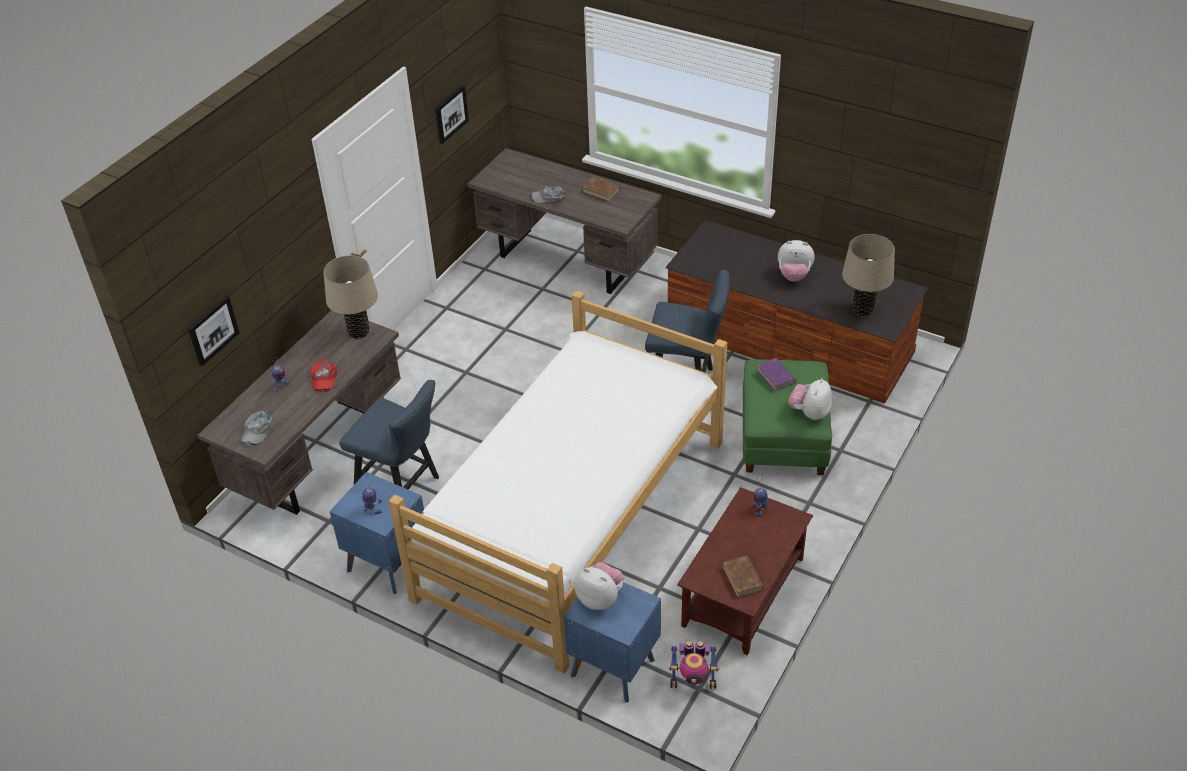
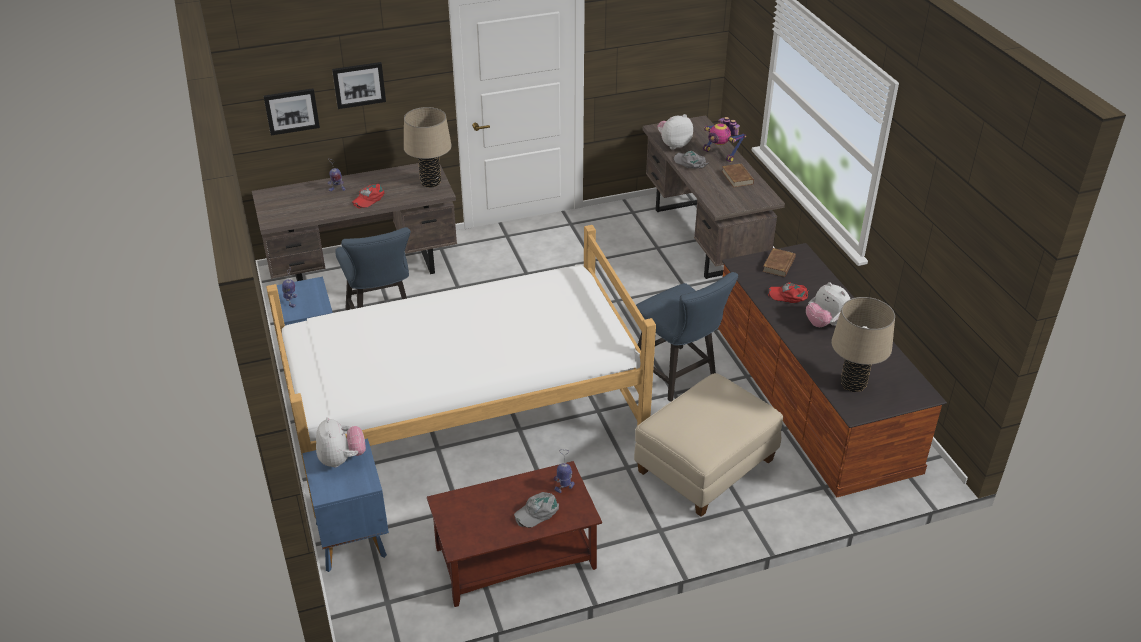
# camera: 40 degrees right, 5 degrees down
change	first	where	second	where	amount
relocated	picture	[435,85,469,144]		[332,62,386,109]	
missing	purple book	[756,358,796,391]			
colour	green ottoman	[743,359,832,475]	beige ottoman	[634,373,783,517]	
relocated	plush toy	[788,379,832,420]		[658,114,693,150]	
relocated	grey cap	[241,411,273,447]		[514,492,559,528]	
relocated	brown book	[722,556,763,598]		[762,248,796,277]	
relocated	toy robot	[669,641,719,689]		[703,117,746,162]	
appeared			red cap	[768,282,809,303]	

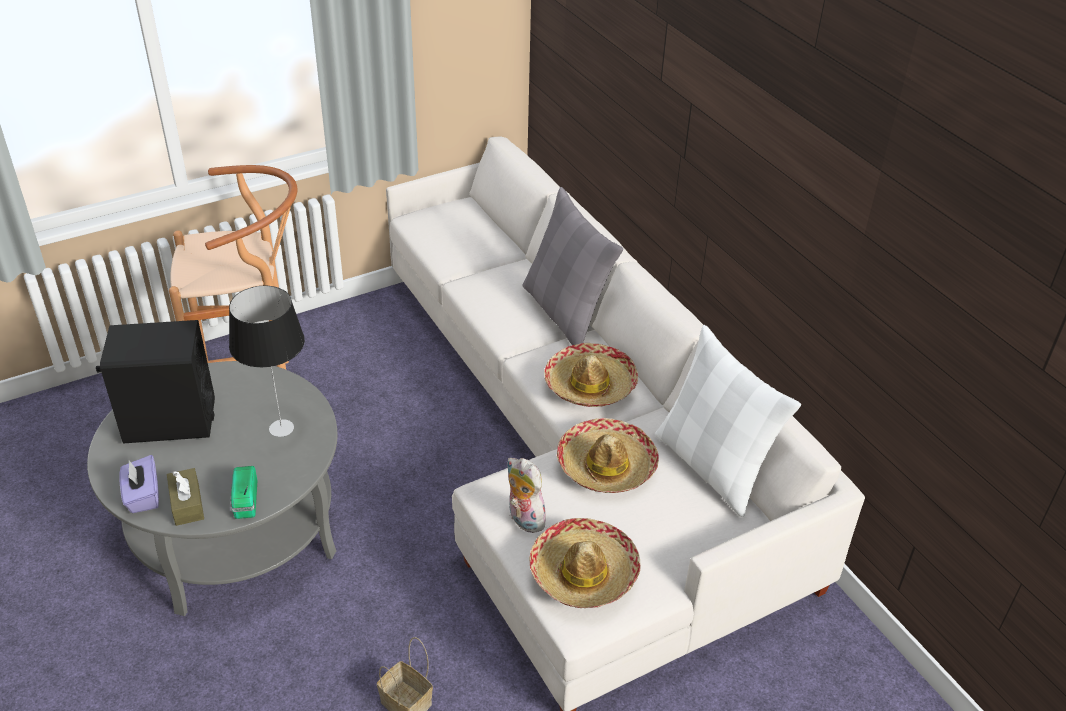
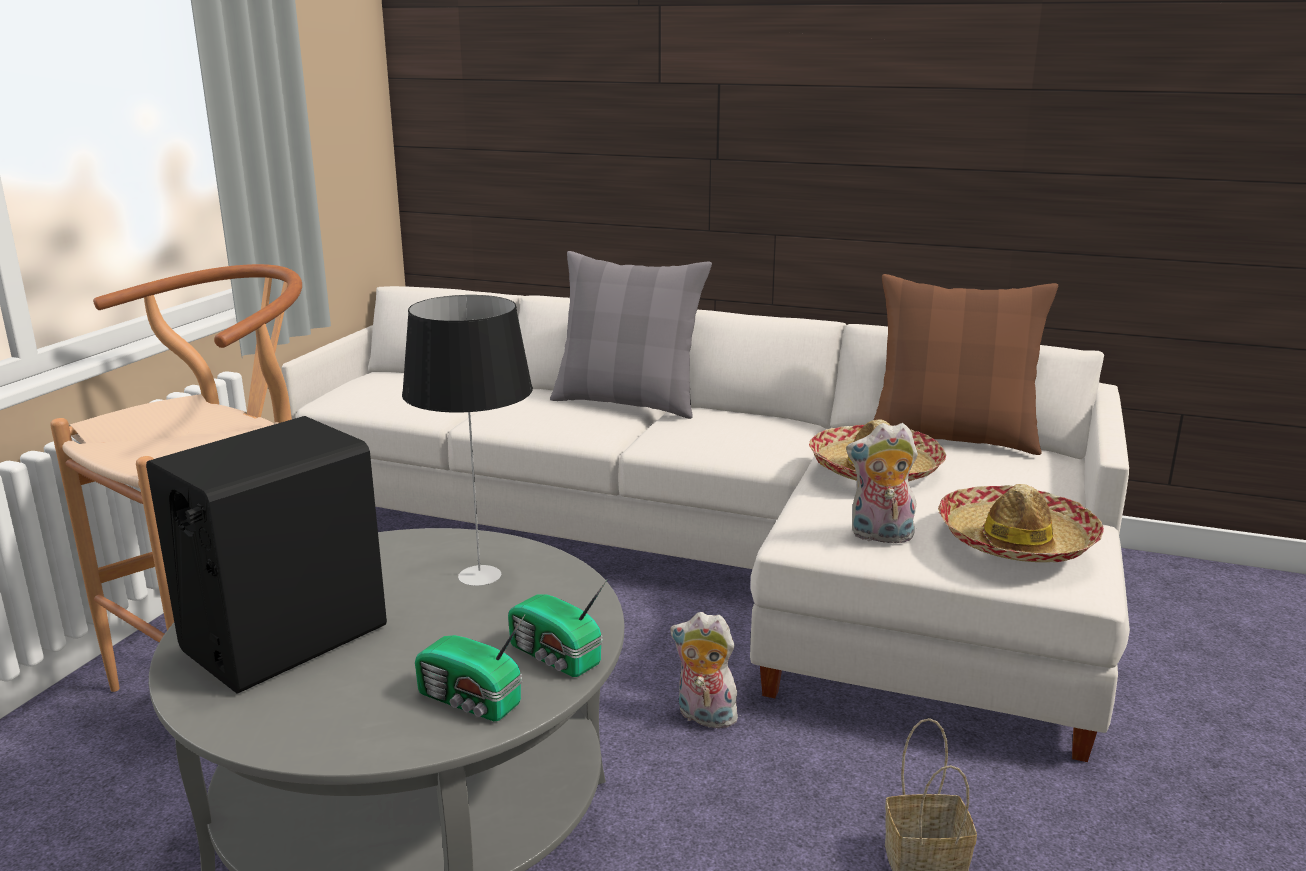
# camera: 40 degrees left, 20 degrees down
change	first	where	second	where	amount
colour	white pillow	[655,325,801,517]	brown pillow	[874,274,1058,455]	
missing	hat	[544,343,638,407]			
missing	purple tissue box	[120,455,159,513]			
exchanged	brown tissue box	[167,468,204,526]	radio	[415,614,526,721]	
appeared			plush toy	[671,612,742,731]	

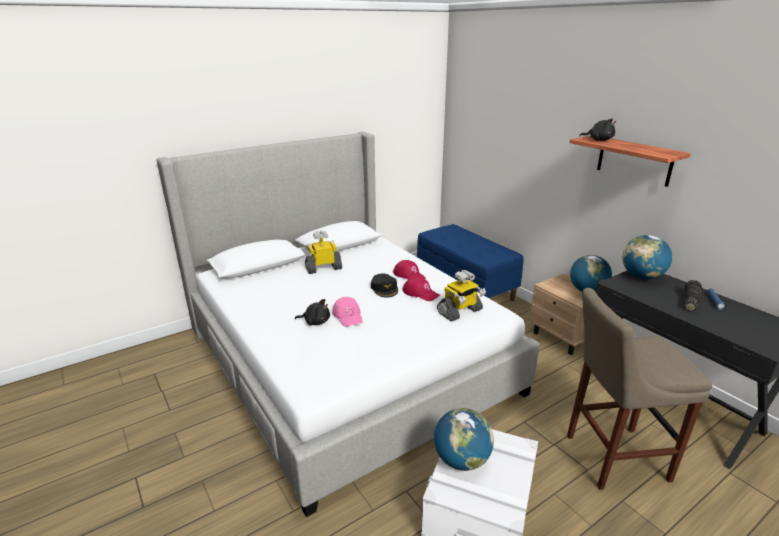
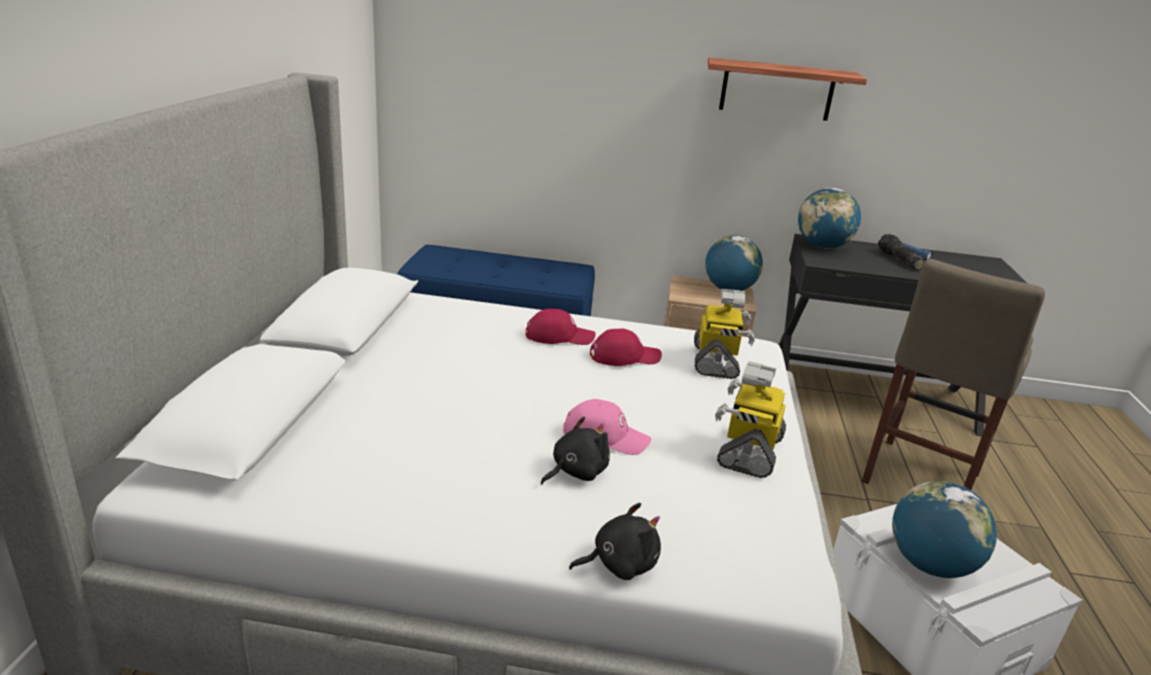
# camera: 50 degrees left, 0 degrees up
change	first	where	second	where	amount
relocated	black plush toy	[579,119,616,141]		[569,503,661,580]	
relocated	toy robot	[305,230,342,274]		[715,361,786,478]	
missing	black cap	[371,274,398,298]			

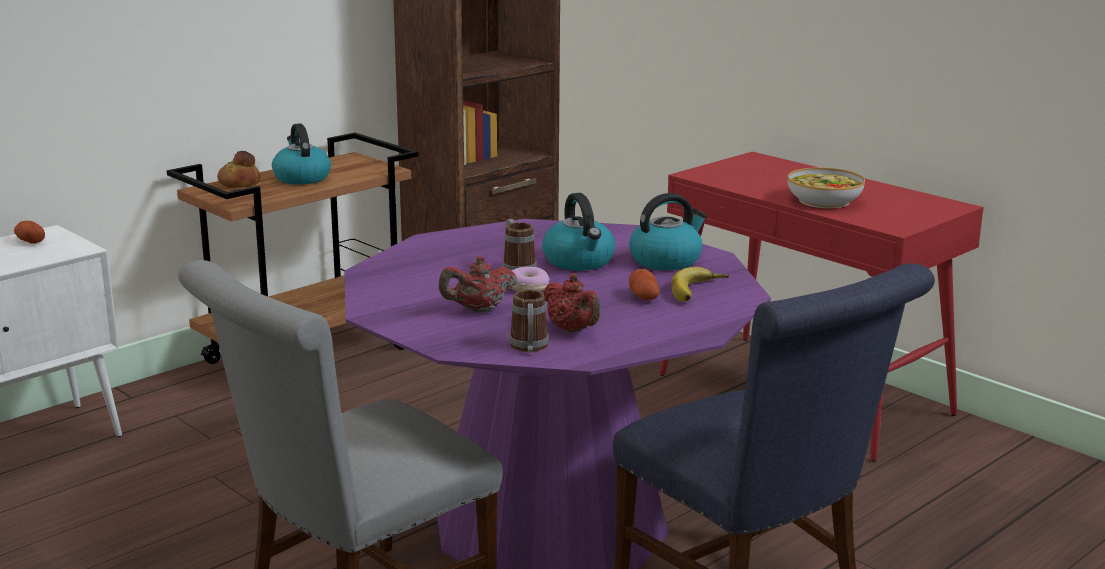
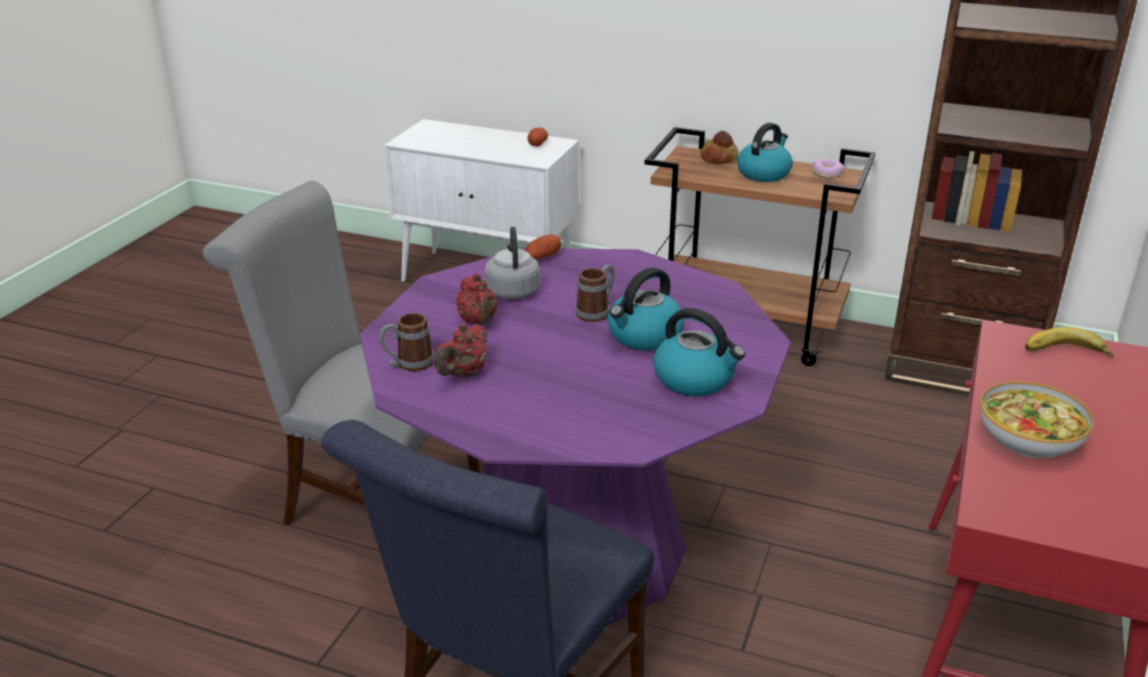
# camera: 65 degrees right, 10 degrees up
change	first	where	second	where	amount
spun	red teapot	[439,256,517,313]		[456,273,498,324]	150 degrees counterclockwise
relocated	donut	[510,267,550,292]		[812,159,844,179]	
relocated	banana	[671,267,729,302]		[1025,327,1114,358]	
relocated	potato	[629,269,660,300]		[524,234,561,259]	
appeared			grey kettle	[485,227,540,299]	

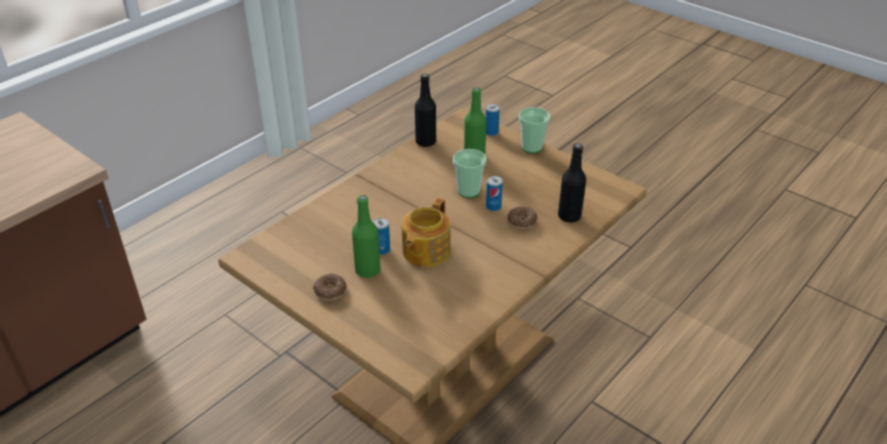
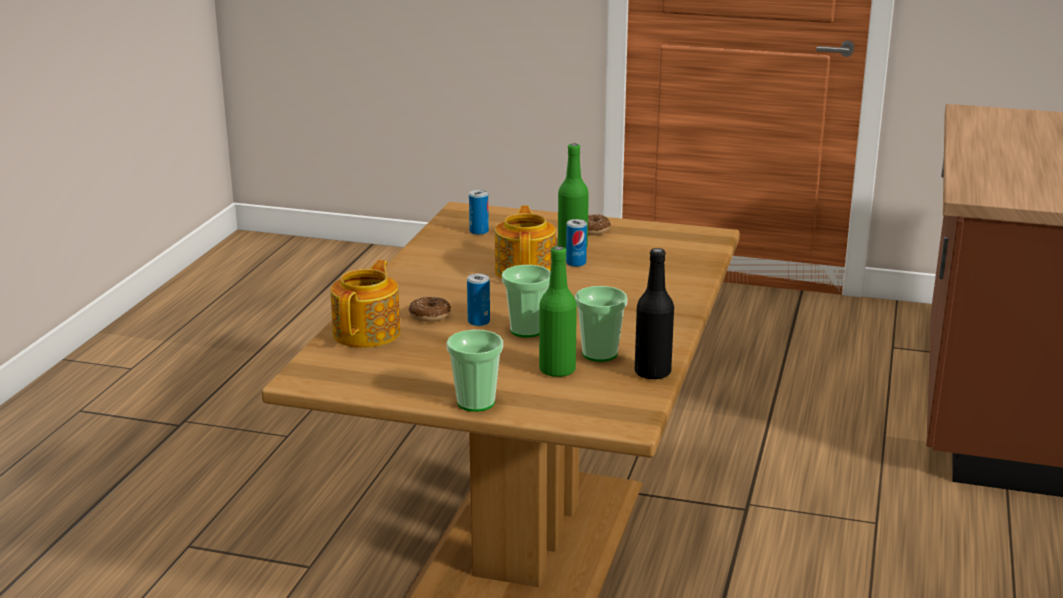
# camera: 155 degrees right, 15 degrees down
change	first	where	second	where	amount
relocated	can	[485,104,500,136]		[469,190,489,235]	
exchanged	black bottle	[558,143,586,222]	teapot	[331,260,400,348]	
appeared			cup	[575,286,628,362]	

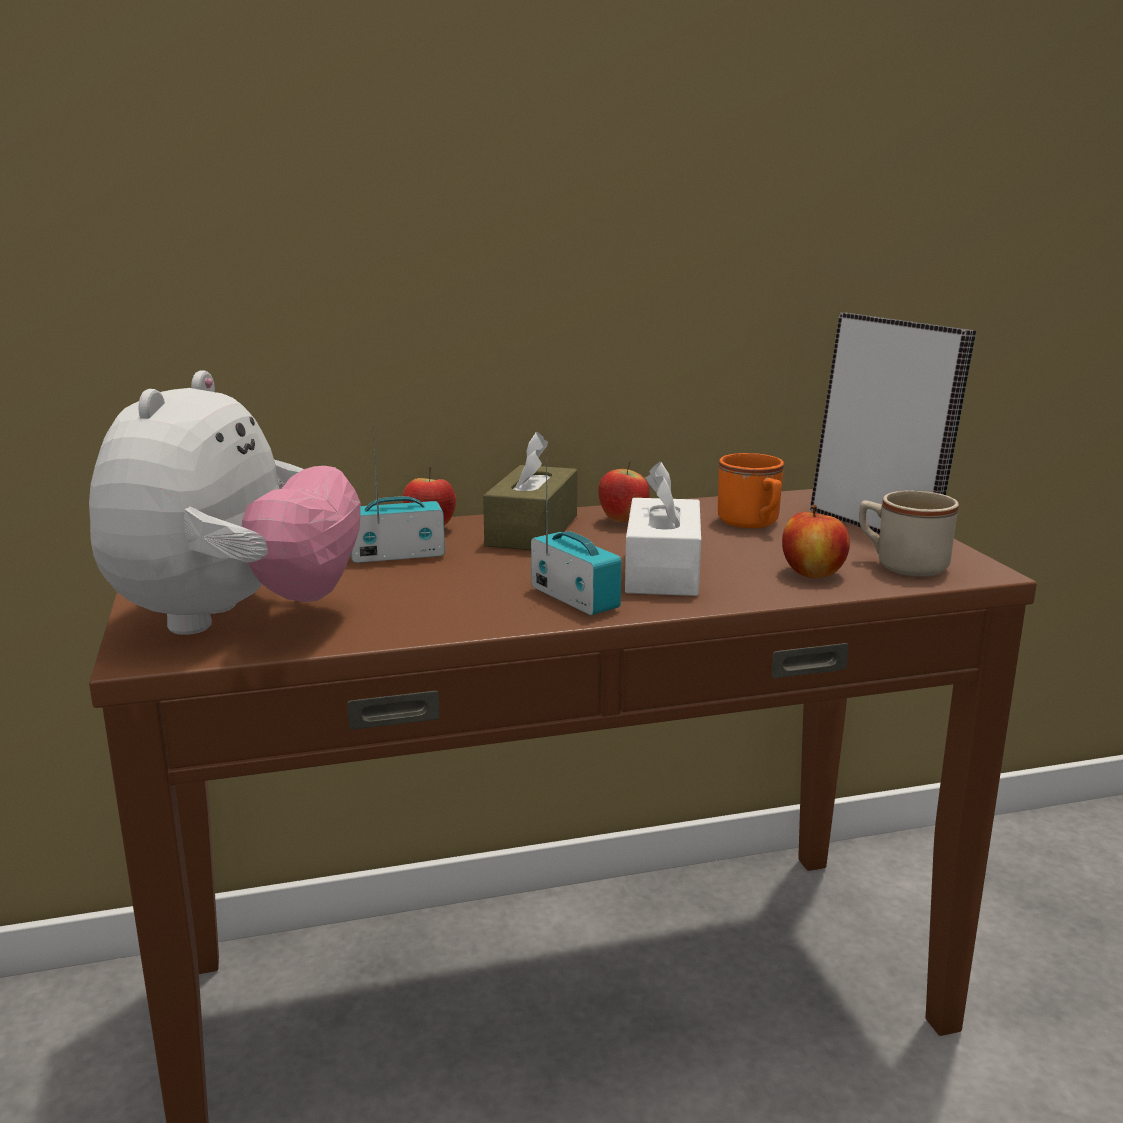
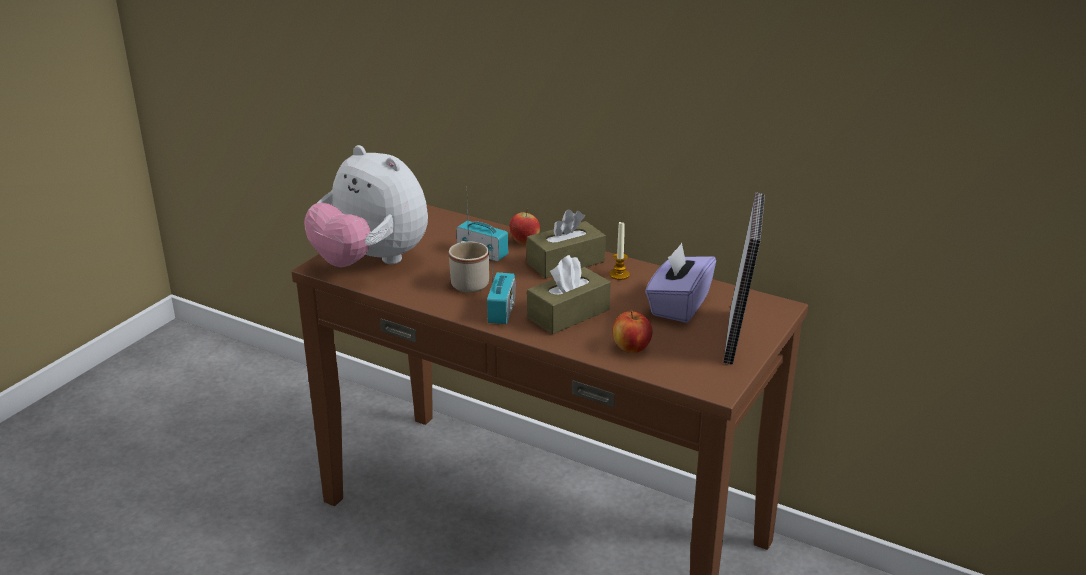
# camera: 45 degrees right, 10 degrees up
change	first	where	second	where	amount
spun	plush toy	[89,371,361,635]		[304,145,428,267]	75 degrees clockwise
exchanged	orange mug	[718,453,784,528]	purple tissue box	[645,243,716,323]	
exchanged	apple	[598,461,649,522]	candle	[610,221,630,280]	
colour	white tissue box	[625,462,701,596]	brown tissue box	[527,255,611,334]	
relocated	beige mug	[859,490,959,577]		[449,241,489,293]	

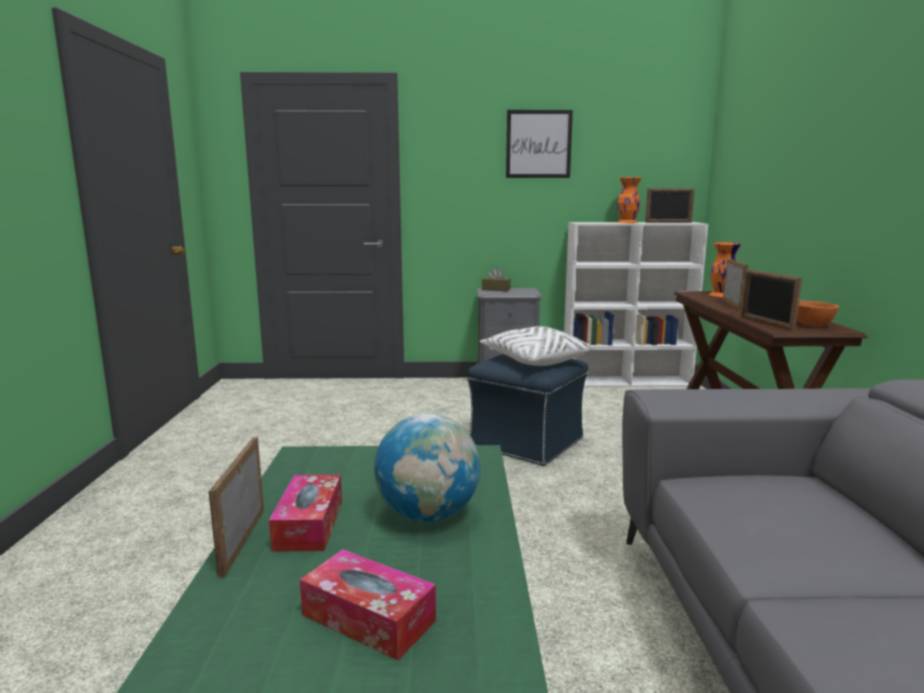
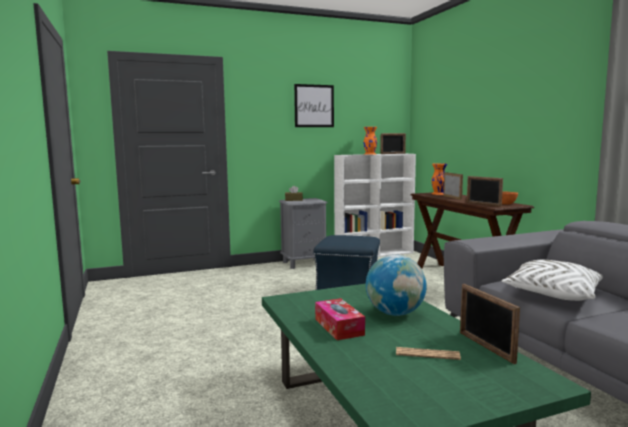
# camera: 20 degrees left, 5 degrees down
change	first	where	second	where	amount
relocated	white pillow	[480,326,593,366]		[502,260,603,301]	
relocated	picture frame	[209,437,264,577]		[460,284,520,364]	
exchanged	tissue box	[300,549,436,660]	newspaper	[396,347,461,360]	

